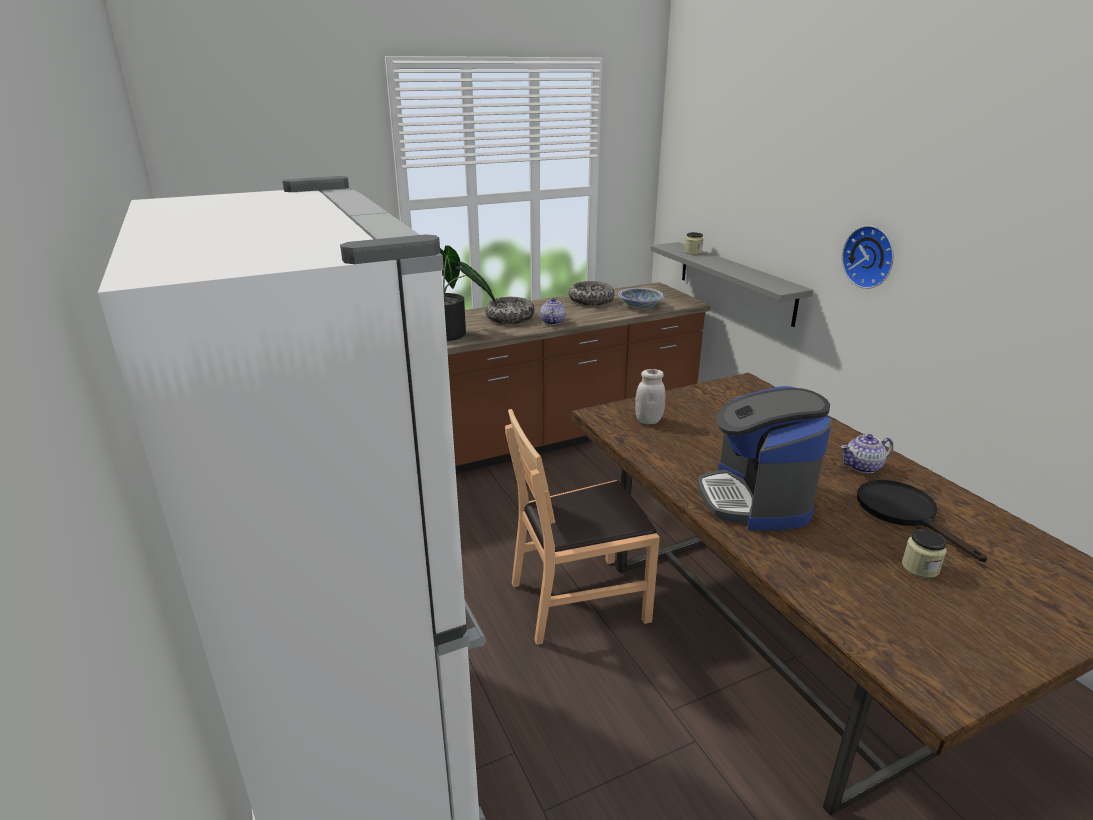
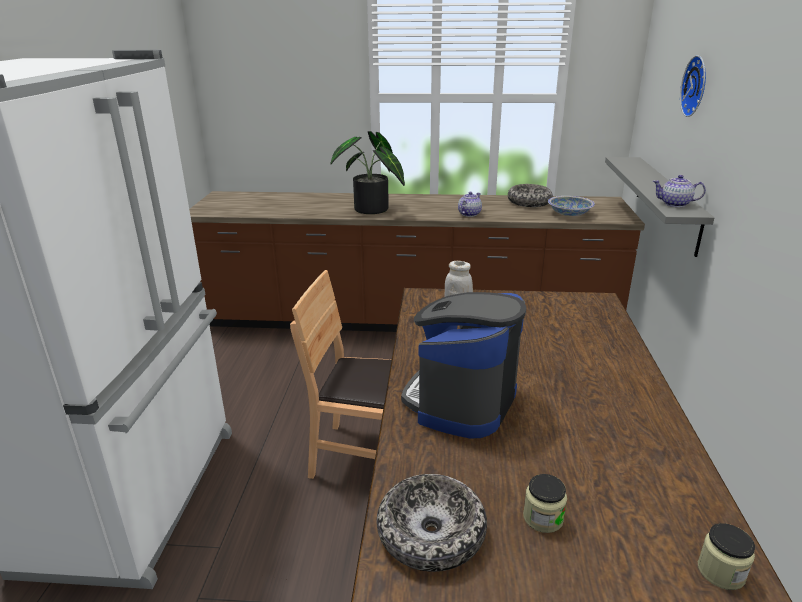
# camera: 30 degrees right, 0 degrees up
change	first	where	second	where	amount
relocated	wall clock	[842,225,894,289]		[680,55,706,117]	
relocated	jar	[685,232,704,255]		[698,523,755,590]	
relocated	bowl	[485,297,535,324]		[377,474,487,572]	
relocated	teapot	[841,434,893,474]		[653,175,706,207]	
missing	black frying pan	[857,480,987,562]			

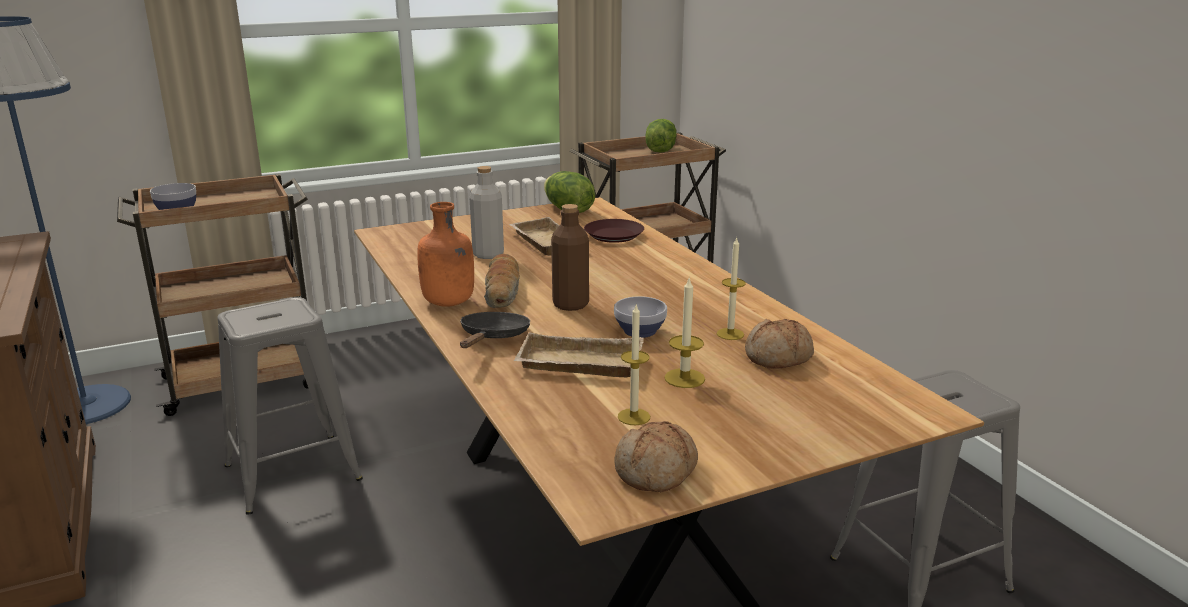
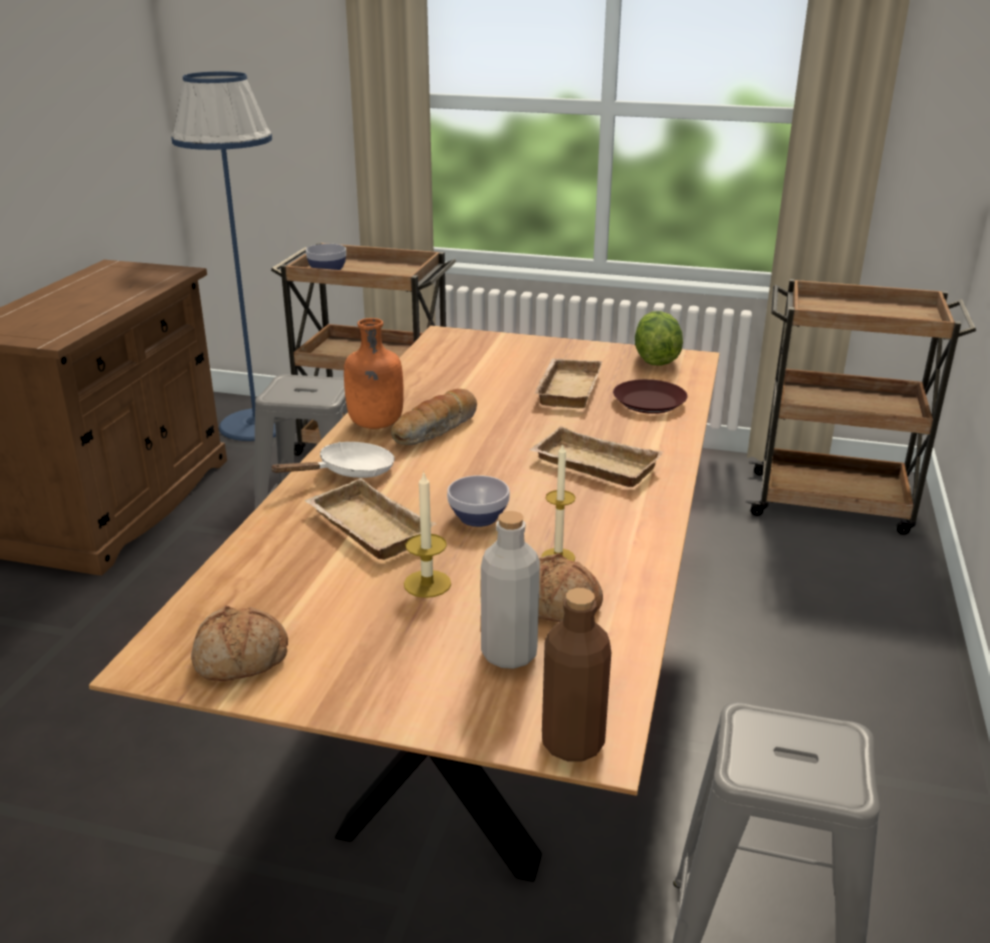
# camera: 40 degrees right, 5 degrees up
change	first	where	second	where	amount
missing	lettuce	[646,119,677,153]			
relocated	grey bottle	[469,166,504,259]		[481,511,540,669]	
relocated	brown bottle	[551,204,589,311]		[542,588,611,762]	
missing	candle	[618,305,650,425]			
colour	black frying pan	[460,312,530,348]	white frying pan	[270,442,395,478]	
appeared			beige tray	[529,426,663,487]	

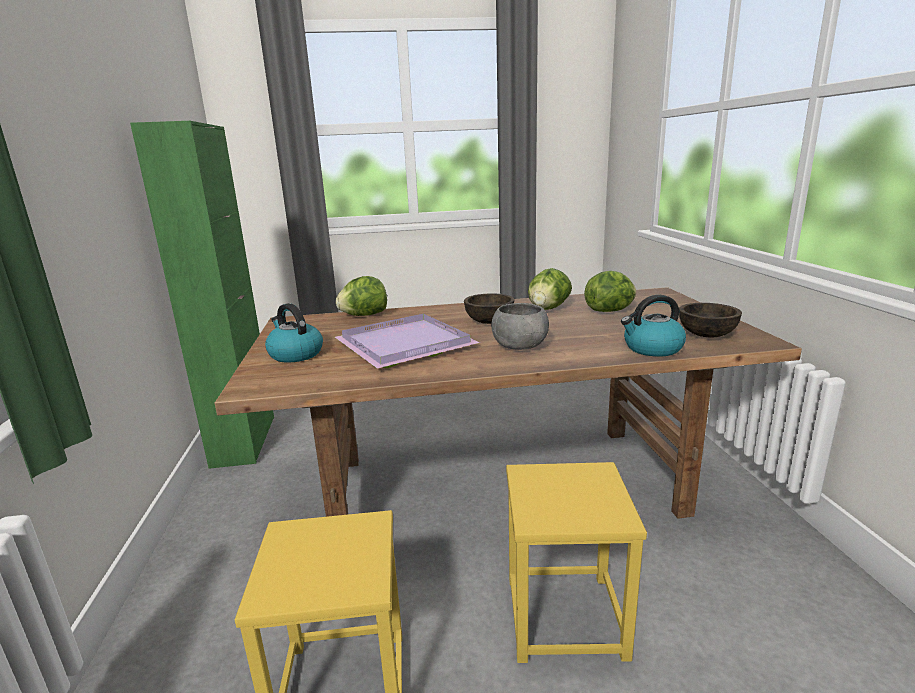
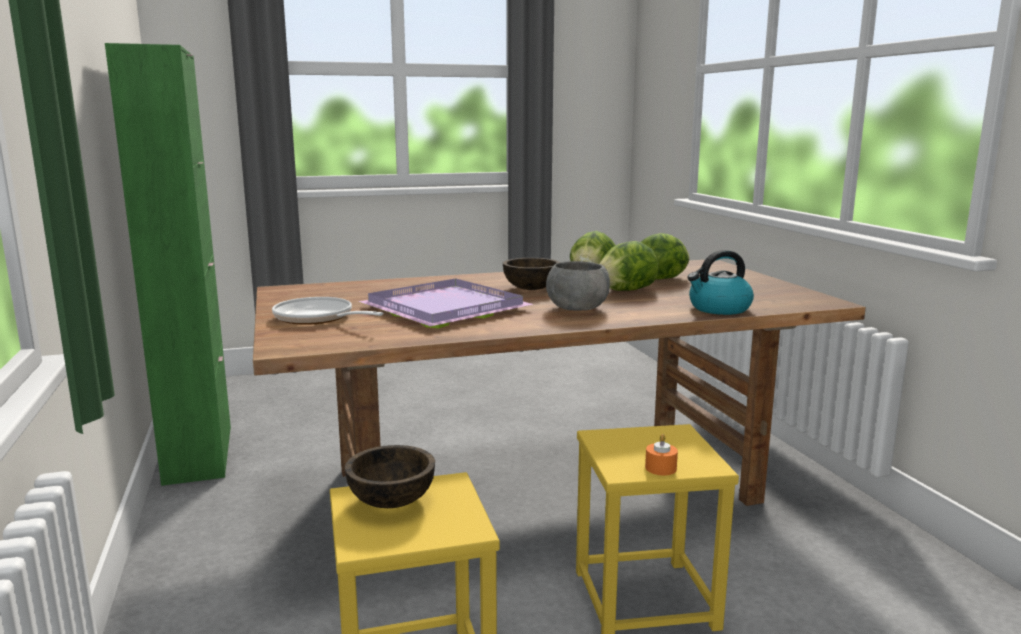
# camera: 10 degrees left, 5 degrees down
change	first	where	second	where	amount
relocated	lettuce	[336,276,387,316]		[599,241,659,291]	
exchanged	kettle	[265,303,323,362]	frying pan	[272,297,383,325]	
relocated	brown bowl	[679,303,742,337]		[344,445,435,508]	
appeared			orange candle	[645,434,678,475]	

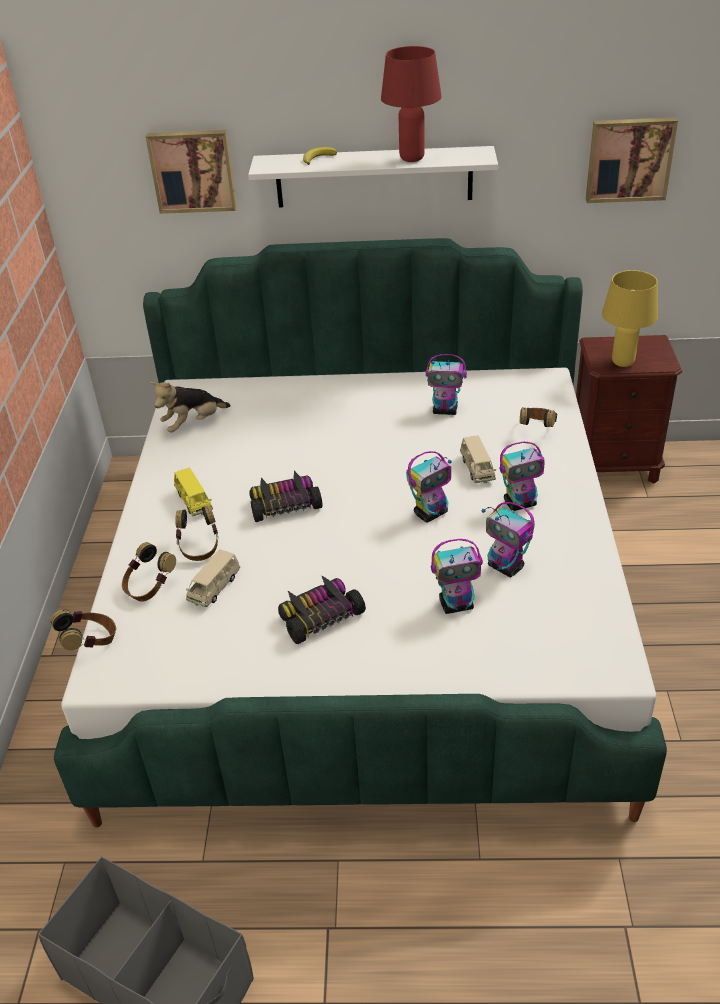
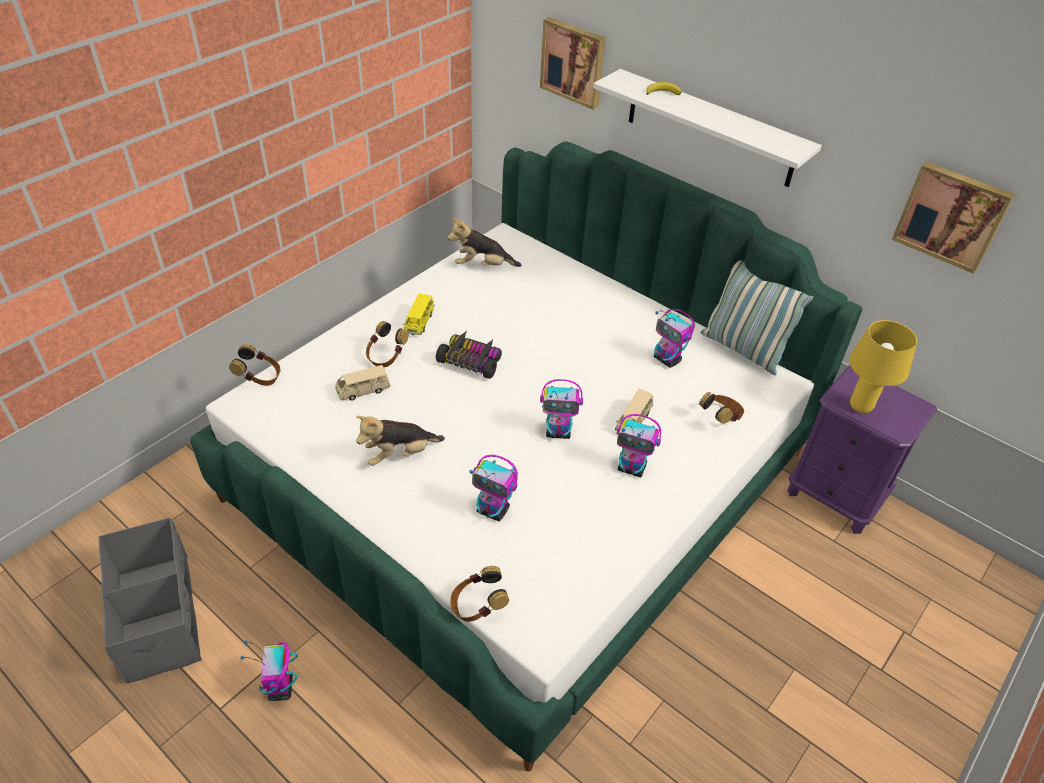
# camera: 35 degrees right, 5 degrees up
change	first	where	second	where	amount
missing	red table lamp	[381,46,442,162]			
colour	brown nightstand	[576,335,682,484]	purple nightstand	[787,365,937,534]	
relocated	toy robot	[481,502,535,577]		[241,641,298,701]	
relocated	headphones	[122,542,176,601]		[450,566,509,622]	
exchanged	toy car	[278,575,366,644]	plush toy	[356,416,445,466]	
appeared			pillow	[701,260,814,375]	

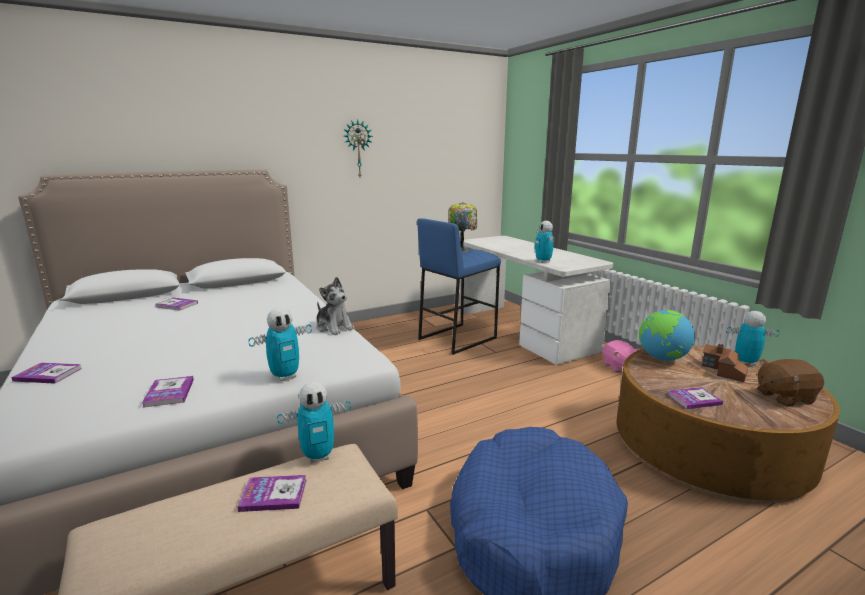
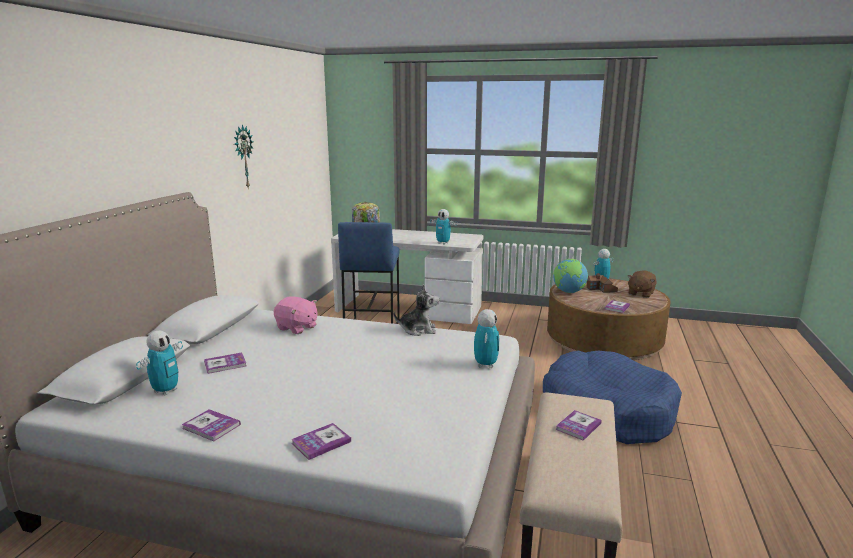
# camera: 45 degrees left, 0 degrees up
change	first	where	second	where	amount
relocated	pink plush toy	[603,340,641,372]		[274,296,318,334]	
relocated	book	[142,376,194,408]		[182,409,241,441]	
relocated	toy robot	[277,381,351,463]		[136,331,183,395]	

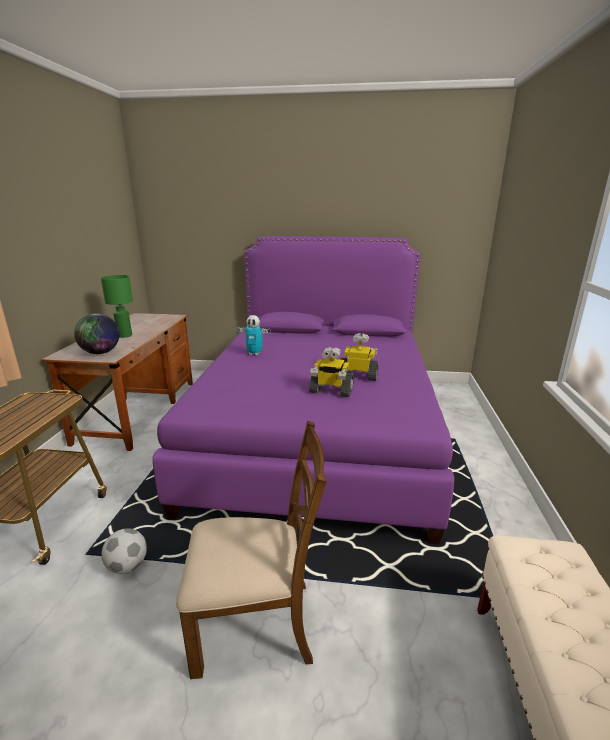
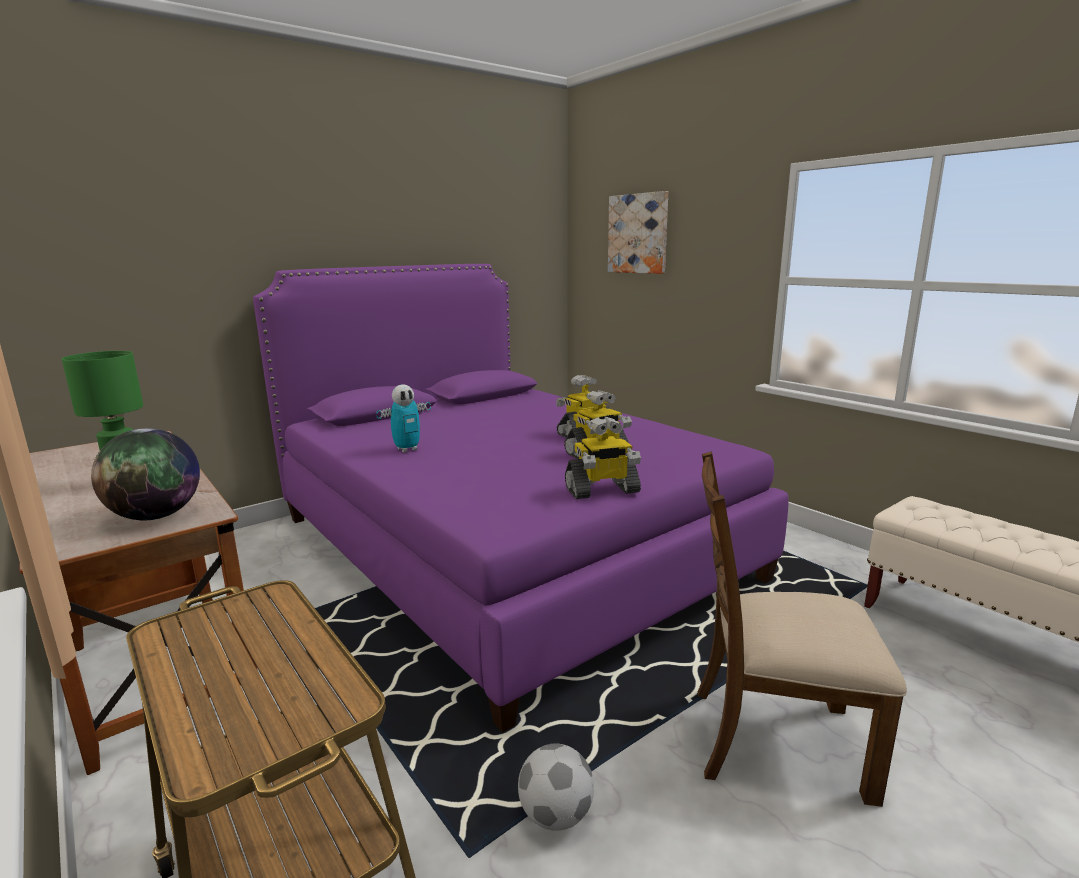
# camera: 45 degrees left, 5 degrees down
change	first	where	second	where	amount
spun	brown chair	[176,421,327,679]		[698,452,907,807]	120 degrees counterclockwise
appeared			picture	[608,191,668,274]	
appeared			toy robot	[565,417,641,499]	

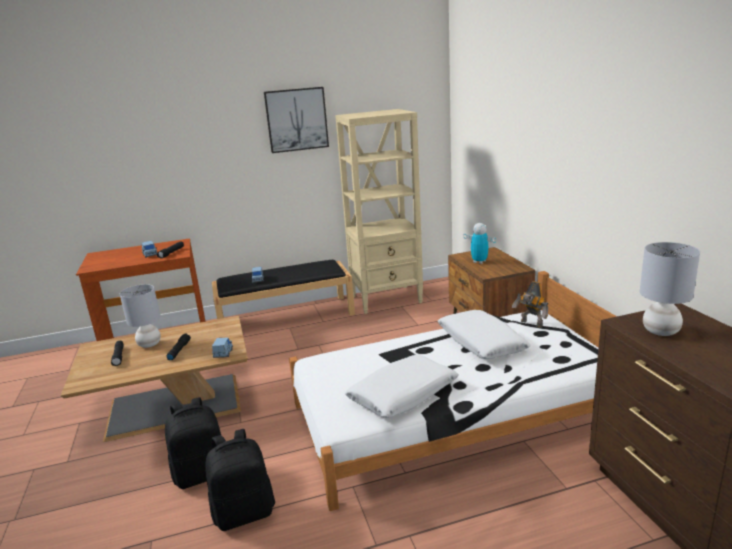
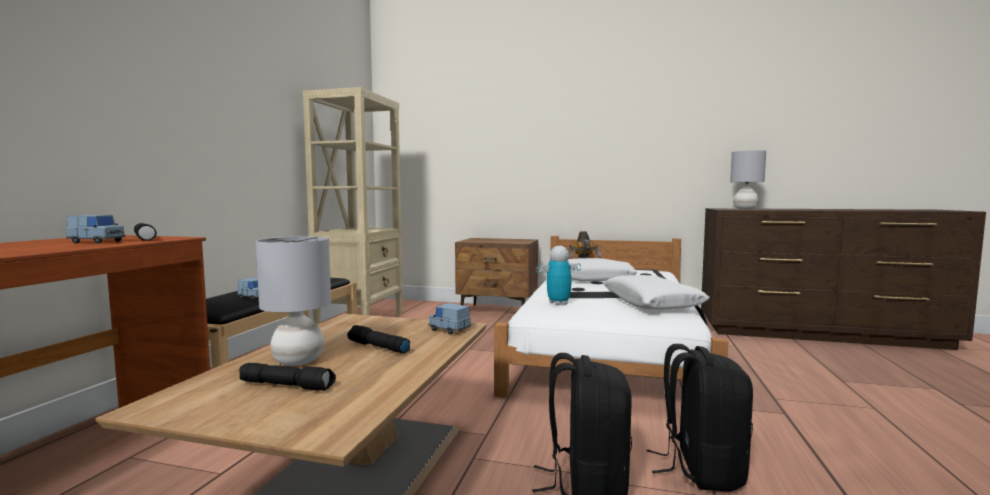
# camera: 60 degrees left, 15 degrees down
change	first	where	second	where	amount
missing	picture	[264,87,329,153]			
relocated	toy robot	[463,223,496,264]		[536,246,581,305]	

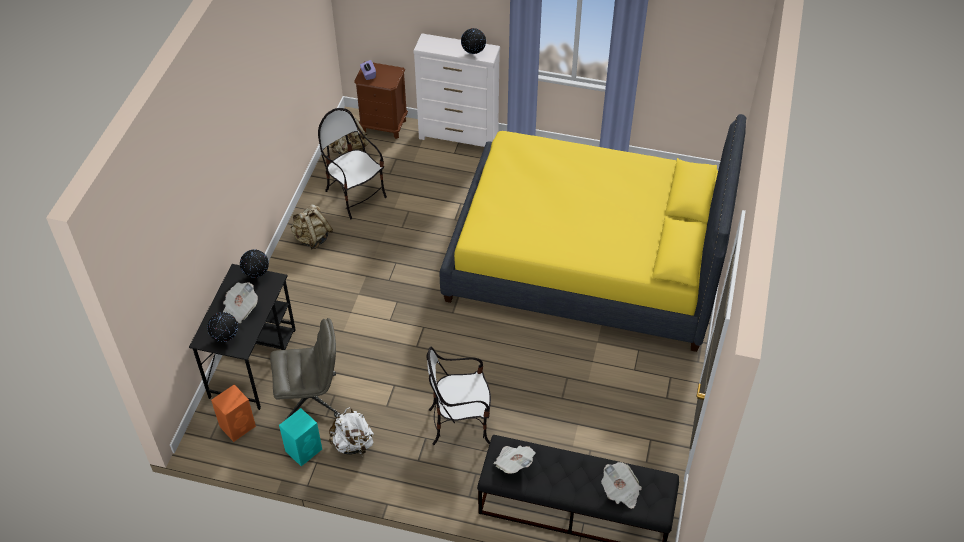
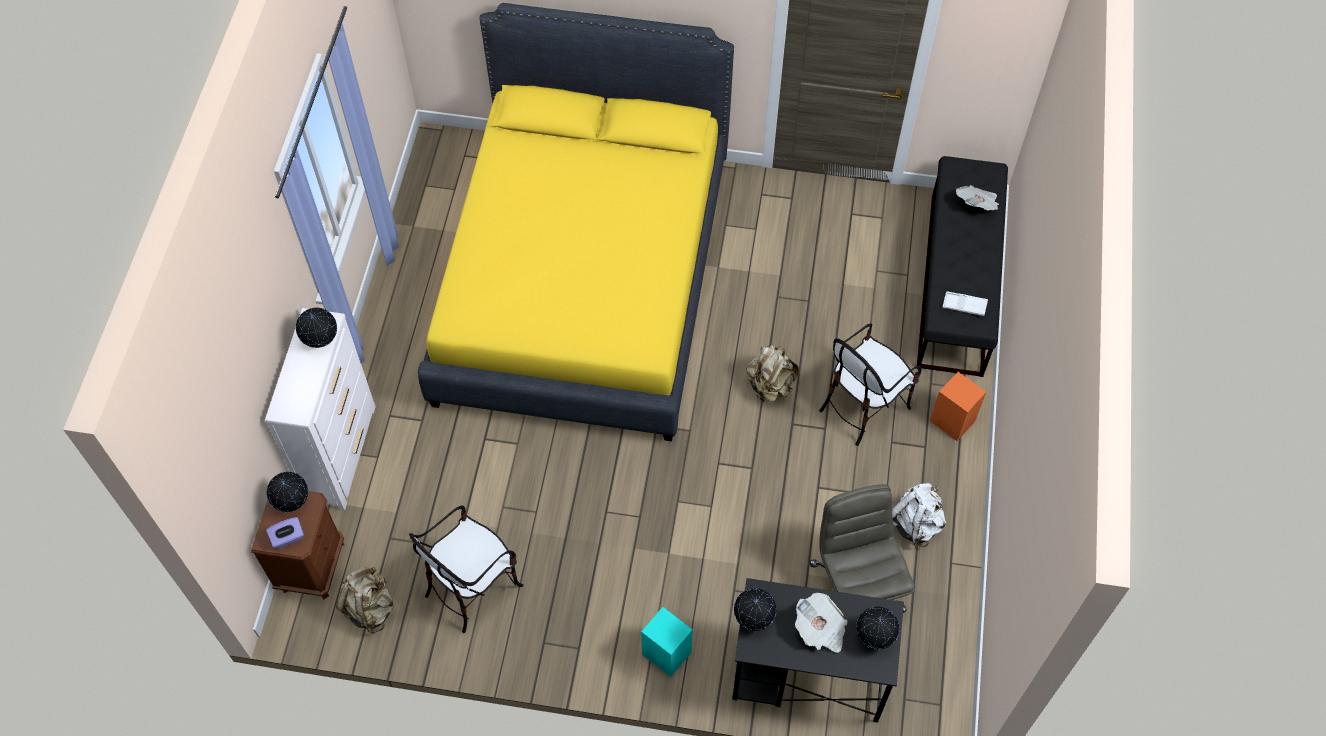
# camera: 95 degrees left, 10 degrees up
change	first	where	second	where	amount
relocated	beige backpack	[290,204,333,249]		[746,345,799,402]	
spun	chair	[427,347,491,445]		[819,323,921,446]	60 degrees clockwise
relocated	orange speaker	[211,385,256,442]		[930,372,986,441]	
relocated	turquoise speaker	[279,408,322,466]		[641,607,693,677]	
exchanged	newspaper	[493,446,536,473]	white tray	[942,291,988,316]	
appeared			globe	[267,472,308,512]	

